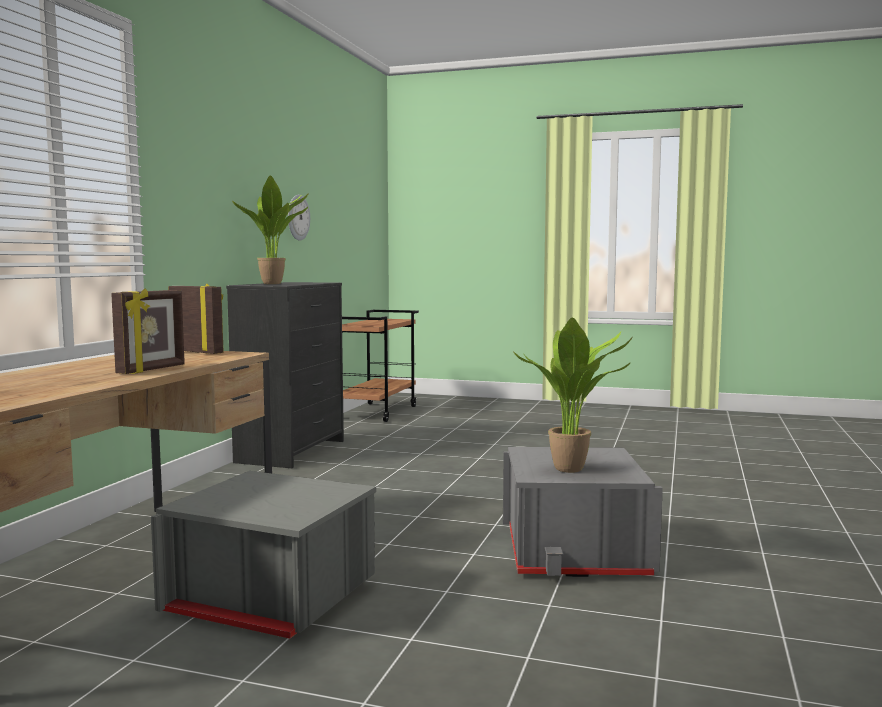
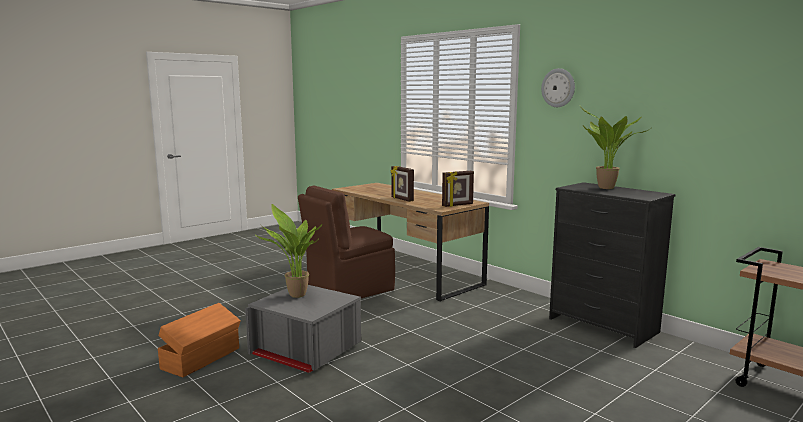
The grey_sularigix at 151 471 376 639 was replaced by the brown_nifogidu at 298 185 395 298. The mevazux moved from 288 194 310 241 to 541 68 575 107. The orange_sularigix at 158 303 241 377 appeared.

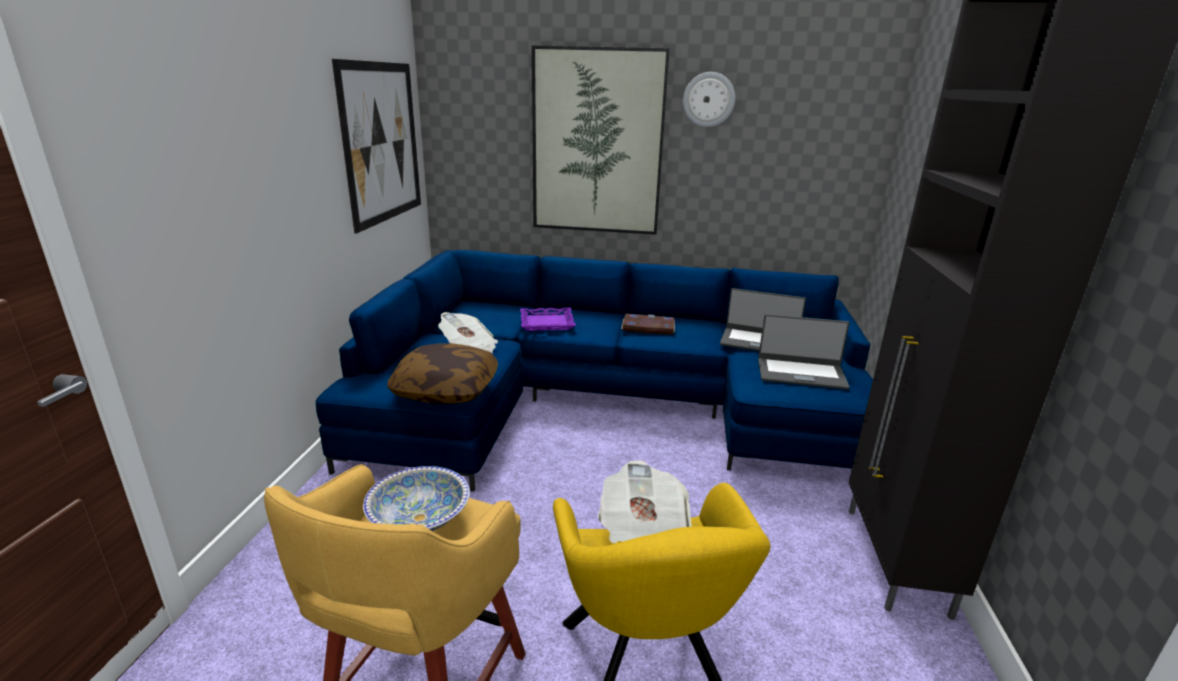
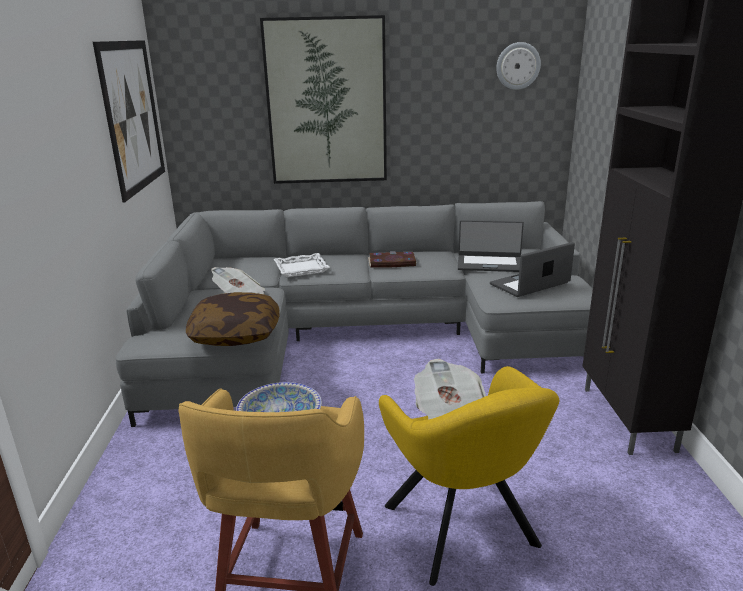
The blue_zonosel at 316 250 873 492 became the grey_zonosel at 116 201 593 427. The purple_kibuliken at 520 307 576 331 became the white_kibuliken at 274 253 330 277. The mevazux moved from 683 72 735 127 to 496 42 541 90. The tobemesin at 758 314 850 390 turned 150 degrees clockwise.

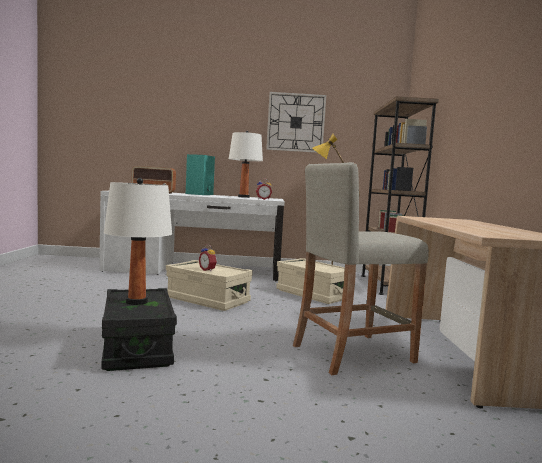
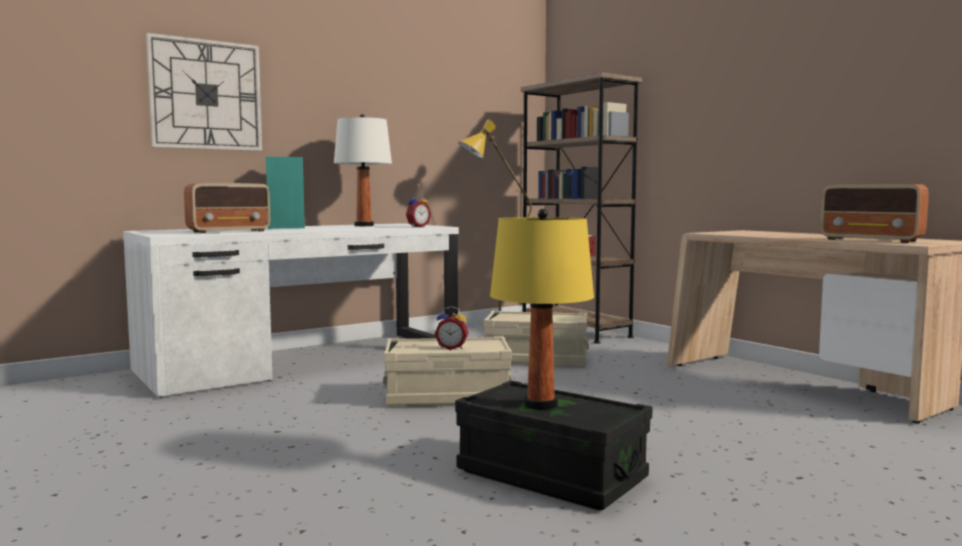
The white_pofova at 104 178 172 305 became the yellow_pofova at 490 209 594 410. The mevazux moved from 266 92 326 153 to 146 33 262 151. The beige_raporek at 293 162 429 375 disappeared. The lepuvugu at 820 183 929 243 appeared.

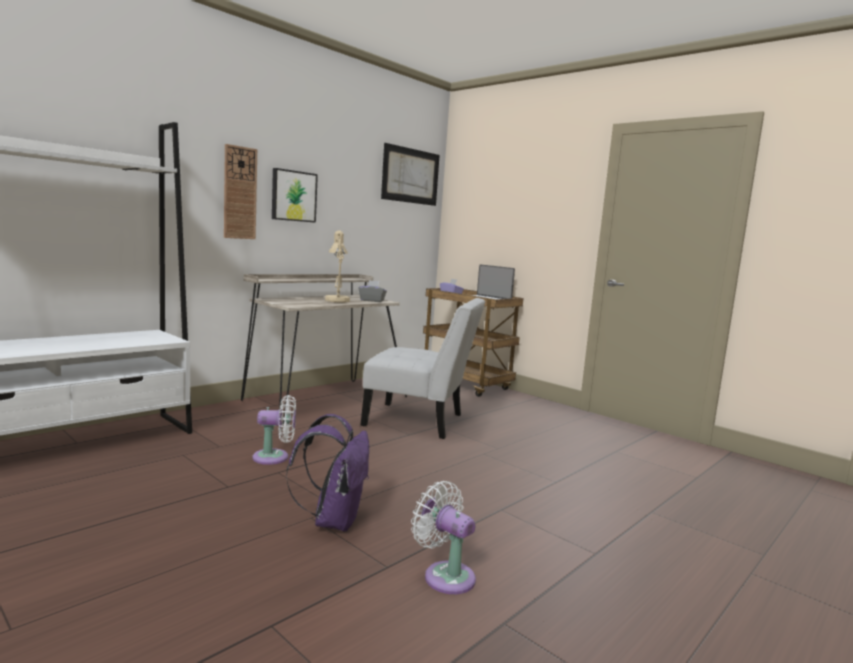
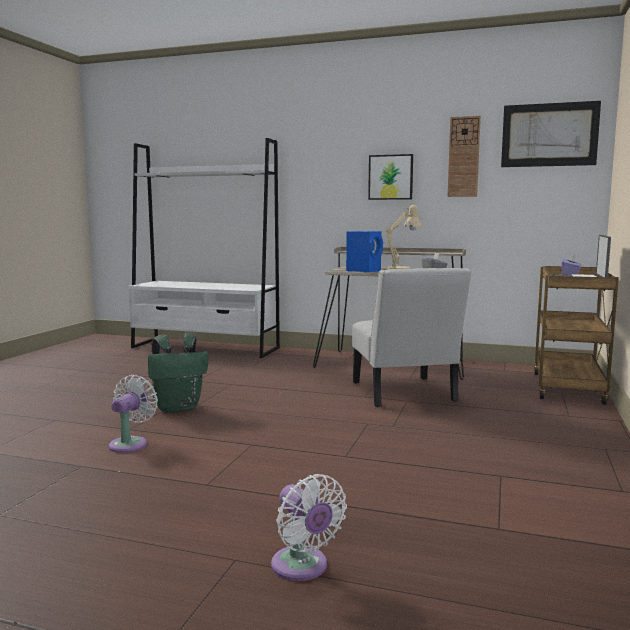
The mevazux moved from 224 144 257 239 to 447 116 481 197. The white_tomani moved from 252 395 296 465 to 271 474 347 581. The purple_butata at 286 414 369 531 became the green_butata at 148 333 209 413. The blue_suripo at 346 231 383 272 appeared.

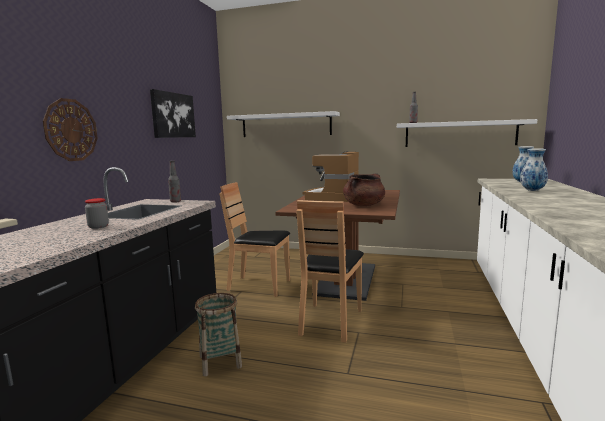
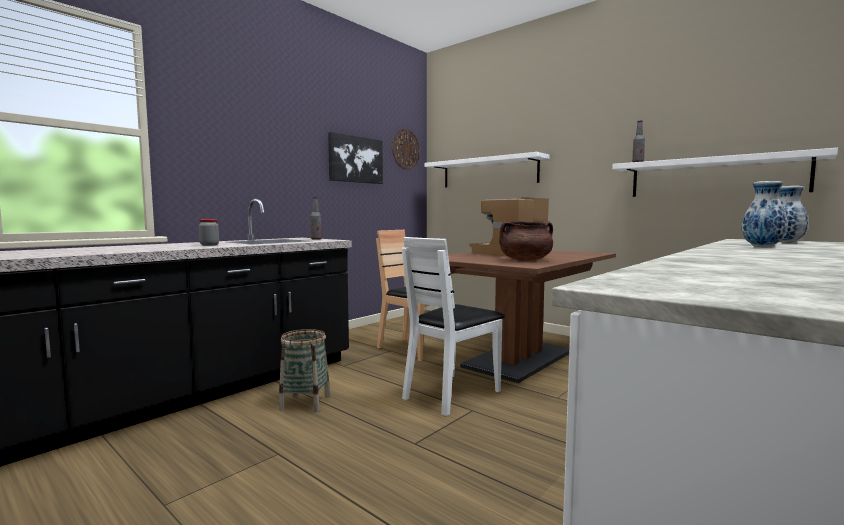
The mevazux moved from 43 98 98 161 to 392 129 420 170. The brown_nifogidu at 296 200 364 343 became the white_nifogidu at 402 237 505 416.

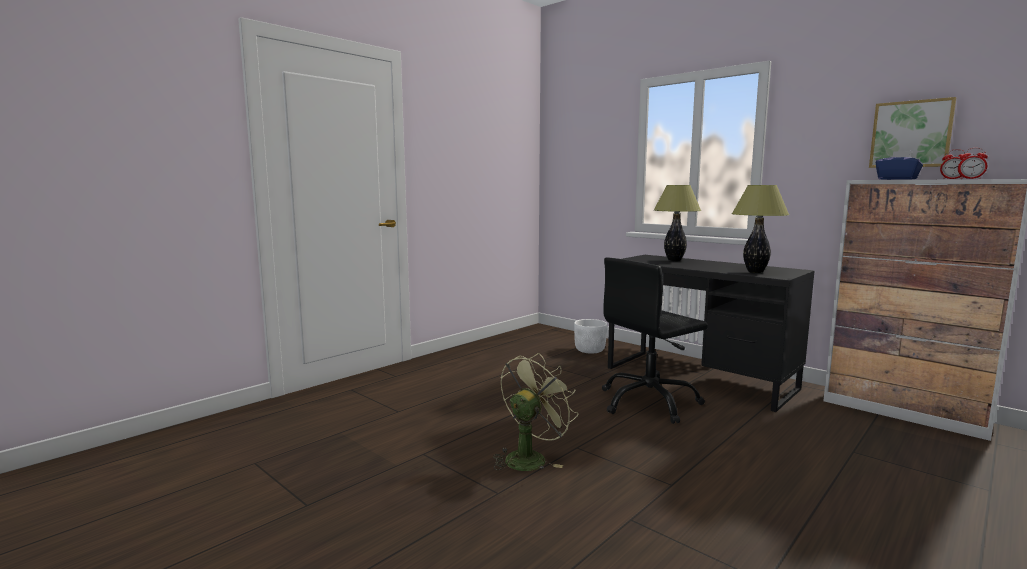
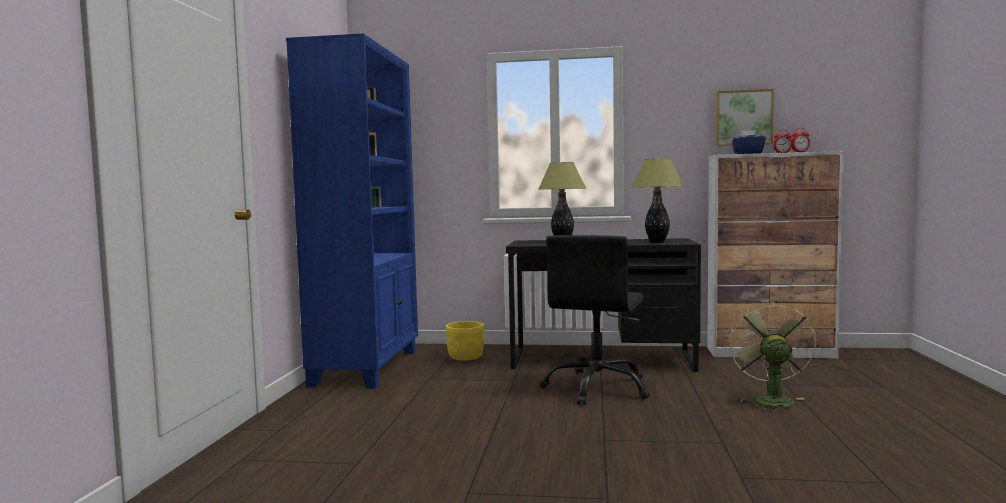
The green_tomani moved from 493 353 578 471 to 730 301 816 412. The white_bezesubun at 574 319 607 354 became the yellow_bezesubun at 446 321 484 361. The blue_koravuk at 286 33 418 388 appeared.

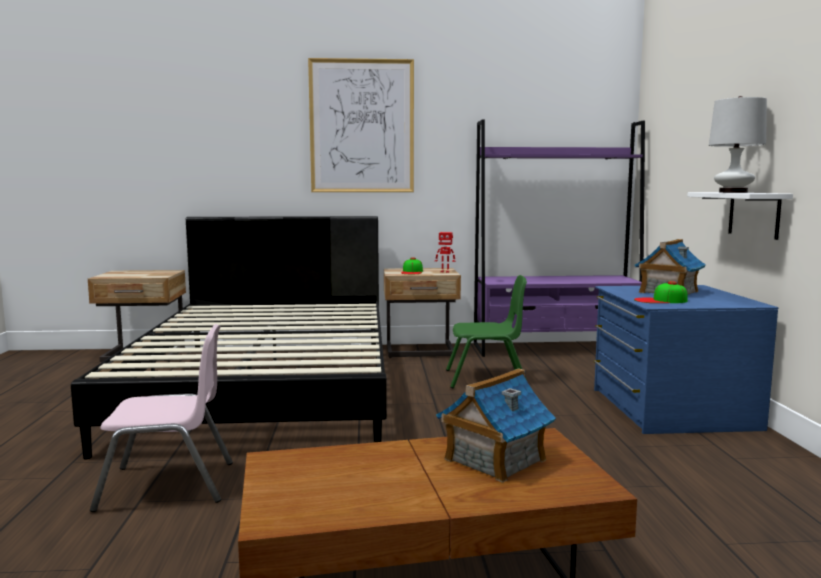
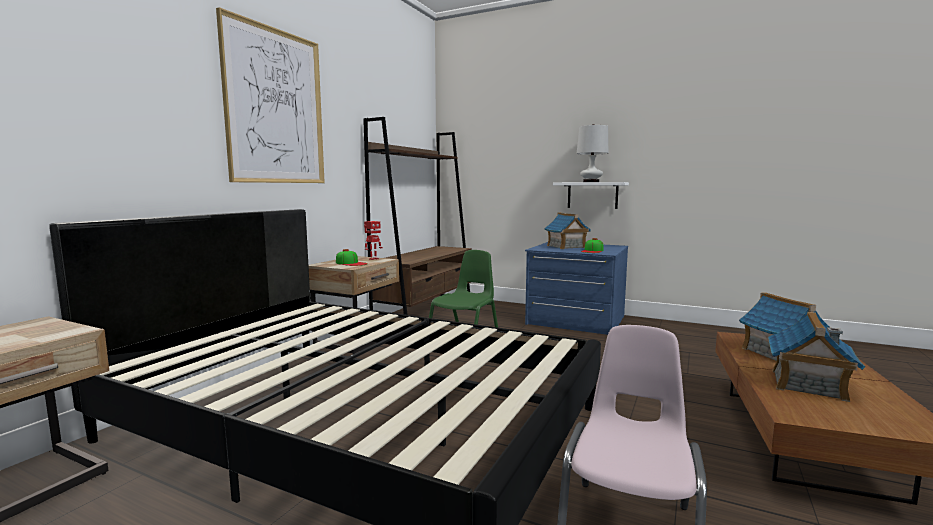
The purple_koravuk at 474 120 645 357 became the brown_koravuk at 363 117 472 315. The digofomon at 768 312 865 402 appeared.

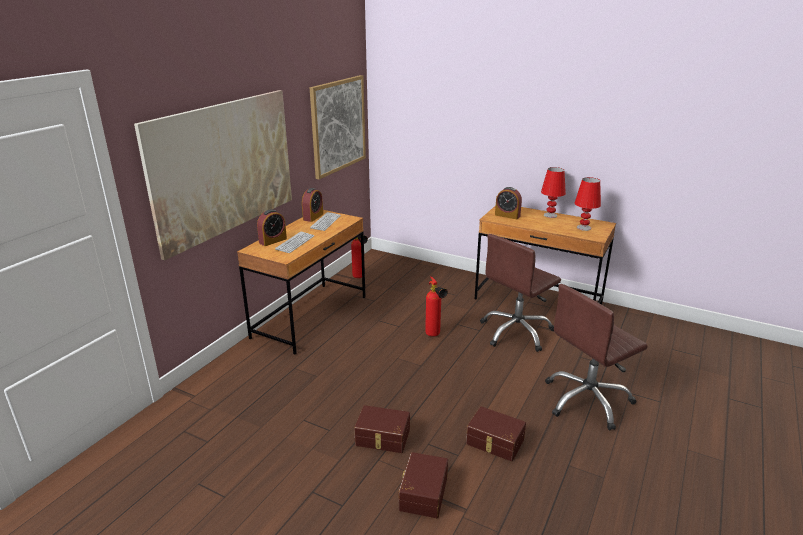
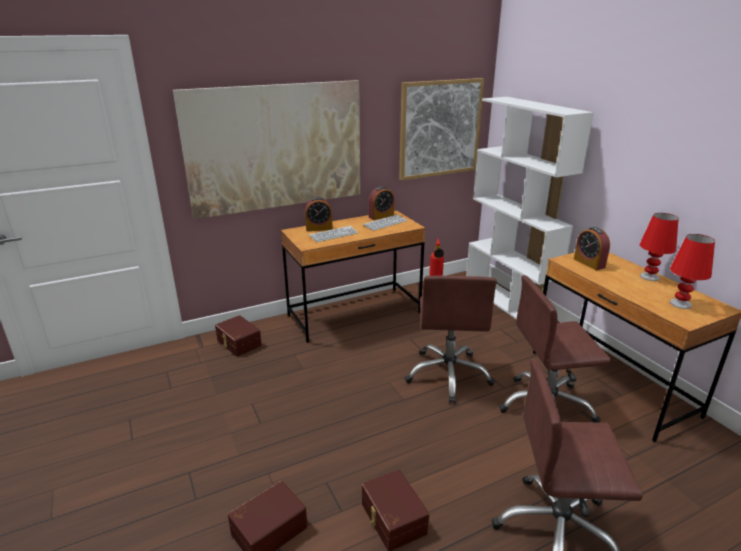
The brown_sularigix moved from 354 405 410 453 to 215 315 262 357. The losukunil at 425 276 447 337 was replaced by the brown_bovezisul at 405 276 497 404. The white_koravuk at 466 97 594 320 appeared.

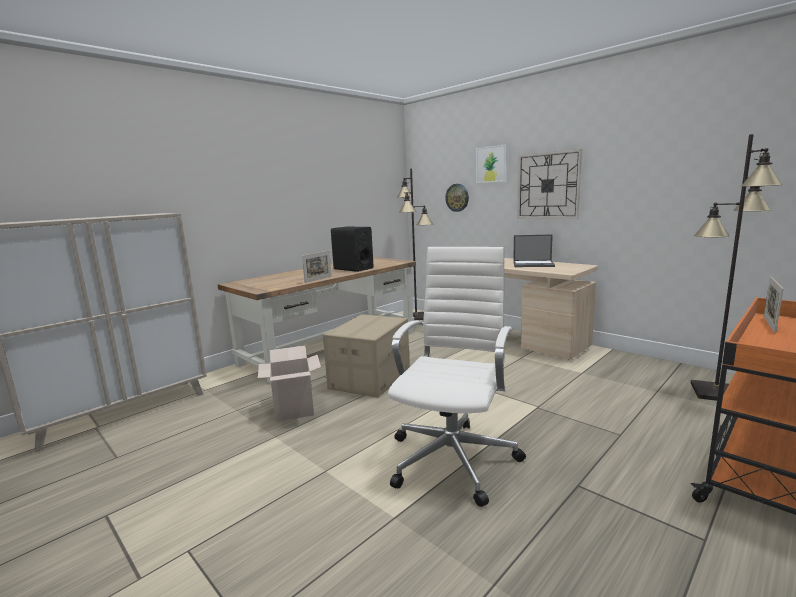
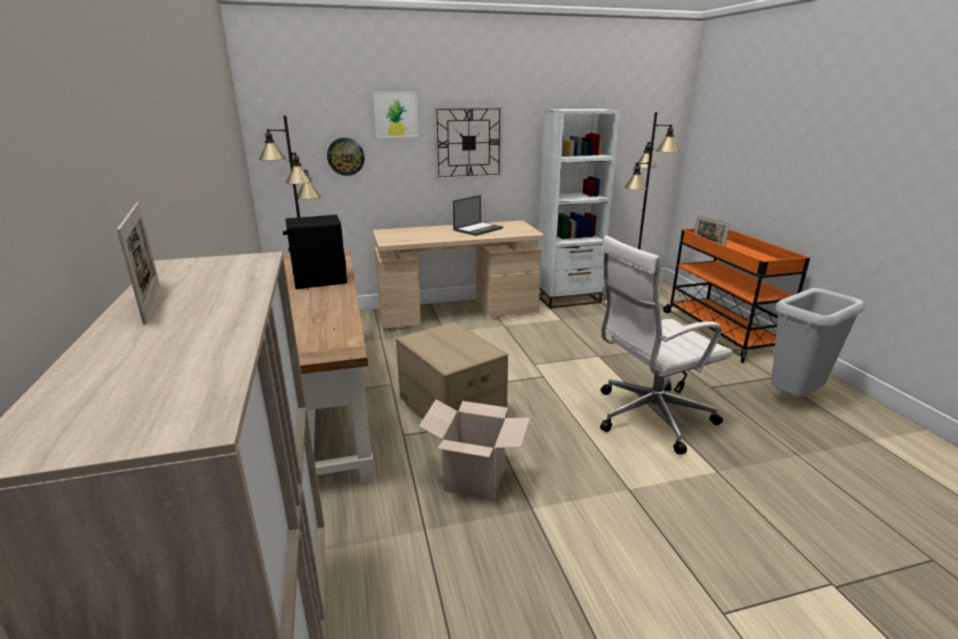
The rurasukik moved from 302 251 332 283 to 117 202 159 325. The white_bovezisul at 388 247 526 507 turned 75 degrees counterclockwise. The white_koravuk at 538 109 620 308 appeared. The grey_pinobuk at 772 288 864 397 appeared.

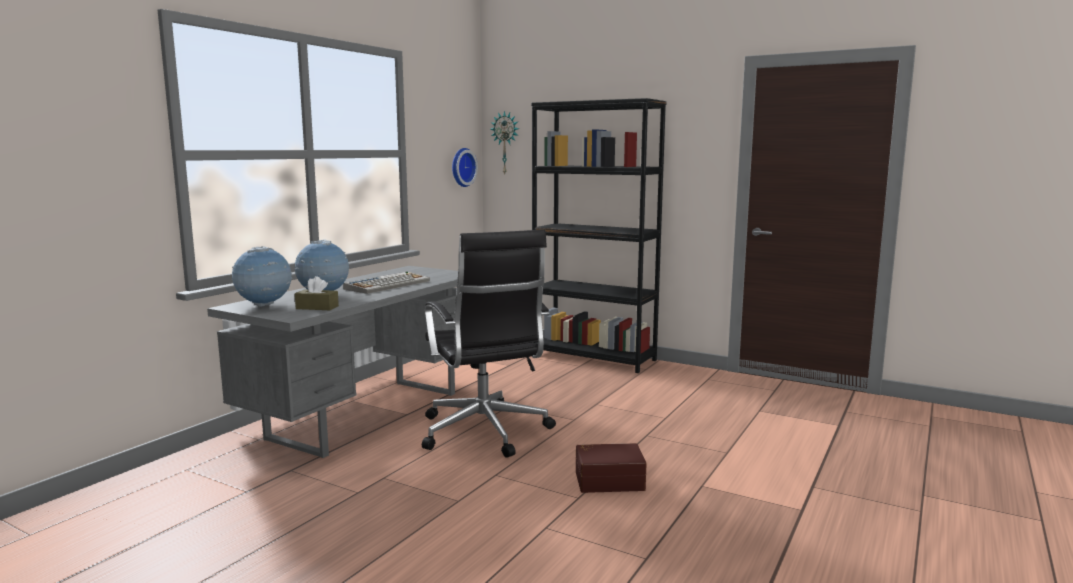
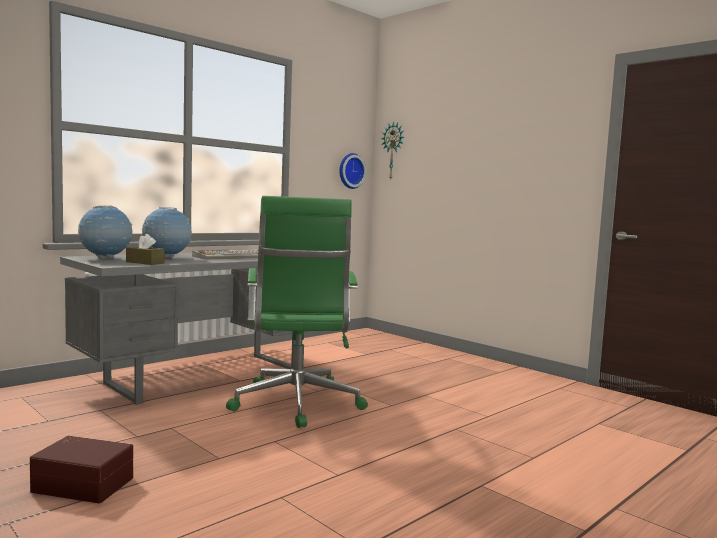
The black_bovezisul at 422 229 556 458 became the green_bovezisul at 226 196 368 428. The black_koravuk at 531 98 667 373 disappeared. The brown_sularigix moved from 576 443 646 493 to 30 436 133 503.

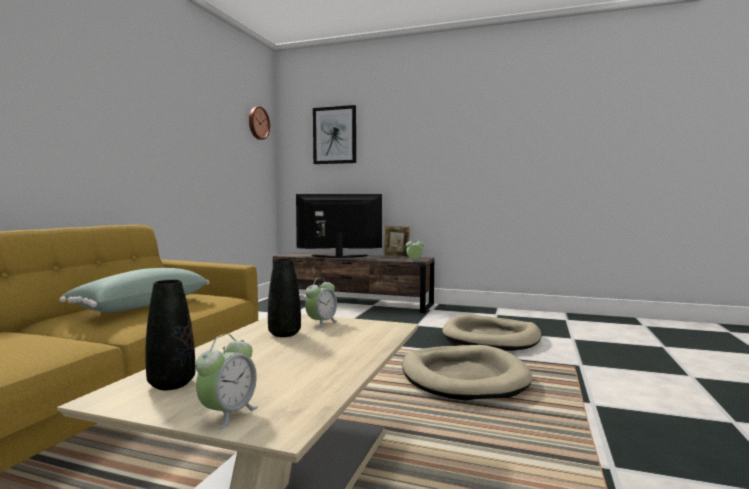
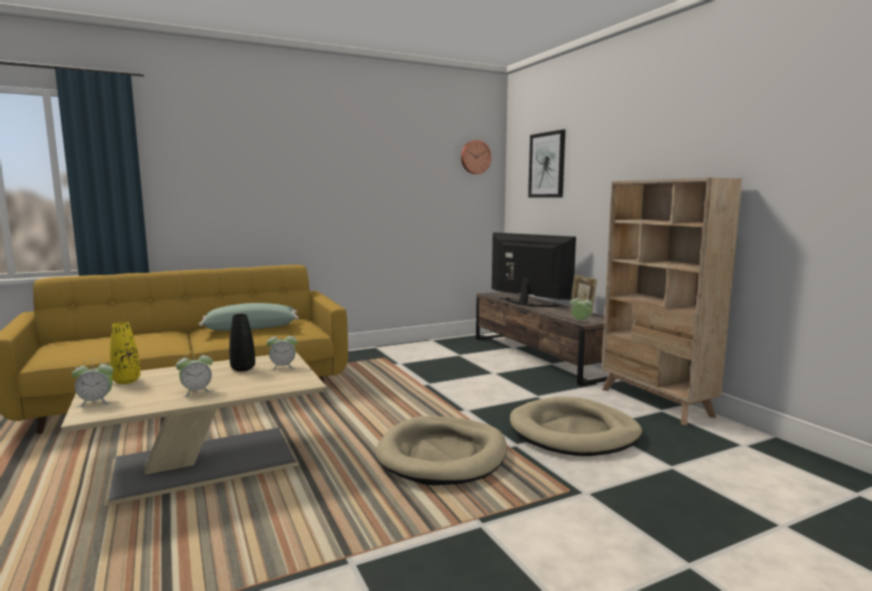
The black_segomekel at 145 280 195 390 became the yellow_segomekel at 110 322 141 384. The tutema at 176 351 213 397 appeared. The beige_koravuk at 602 178 742 425 appeared.

